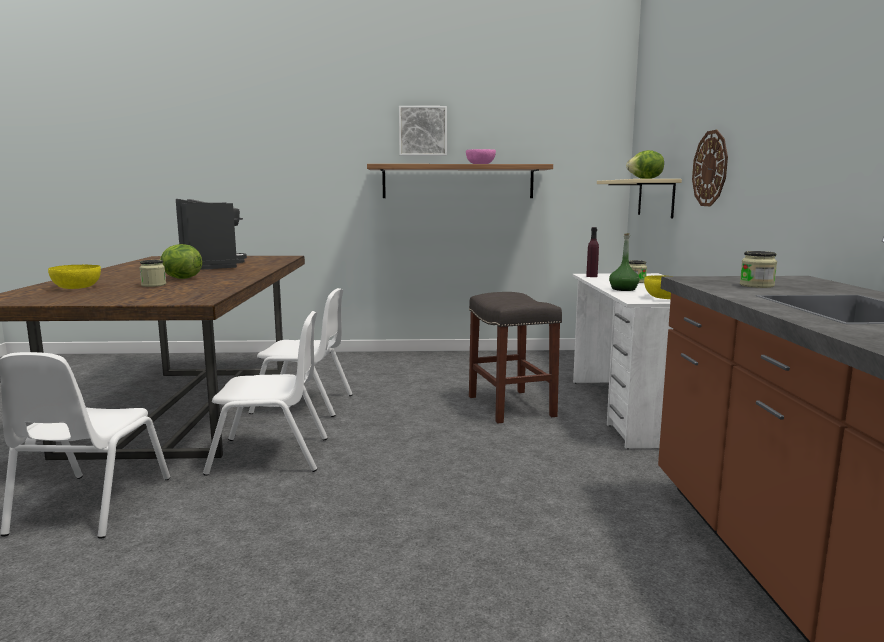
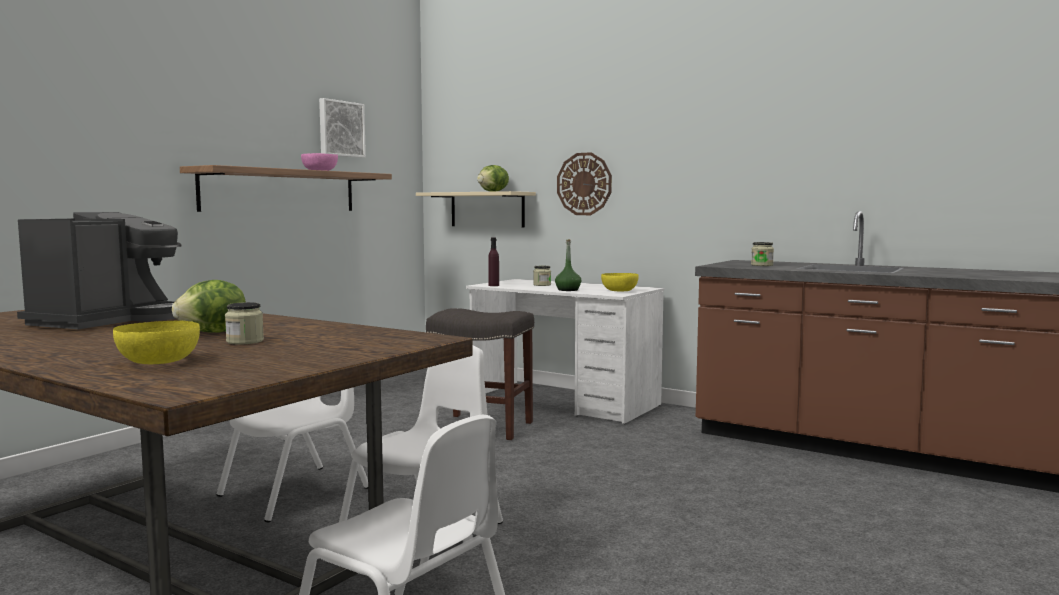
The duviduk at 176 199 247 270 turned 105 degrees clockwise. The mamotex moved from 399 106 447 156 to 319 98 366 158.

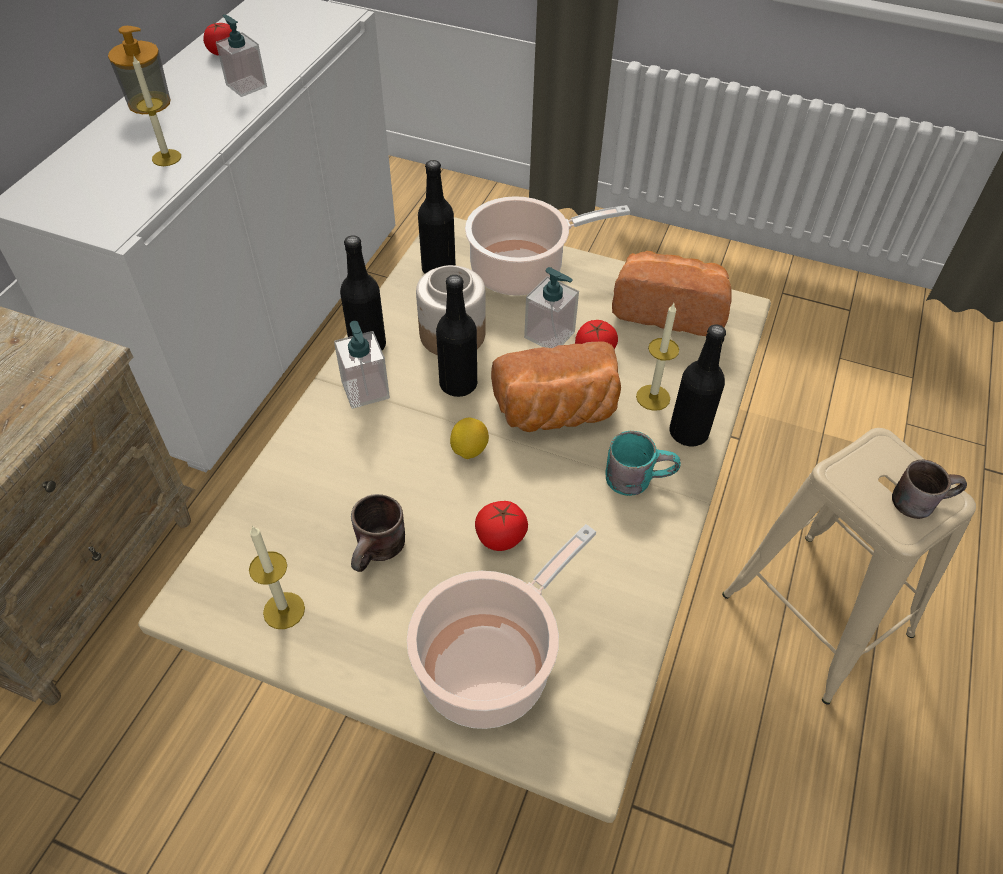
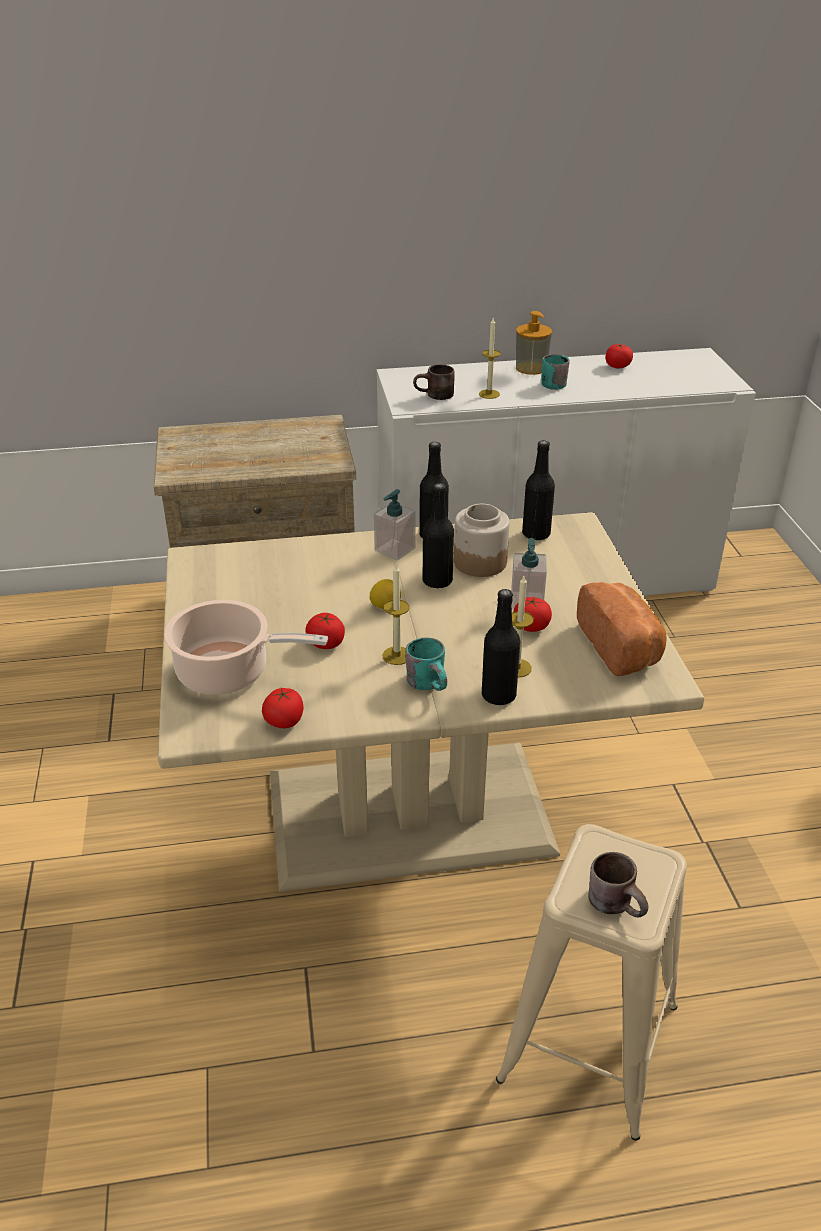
The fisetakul at 216 15 267 97 disappeared. The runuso moved from 249 525 305 629 to 382 564 410 665. The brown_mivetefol moved from 351 494 405 572 to 413 364 455 400. The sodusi at 465 196 630 296 disappeared. The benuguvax at 491 341 621 432 disappeared. The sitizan at 262 688 303 728 appeared. The turquoise_mivetefol at 541 354 570 390 appeared.

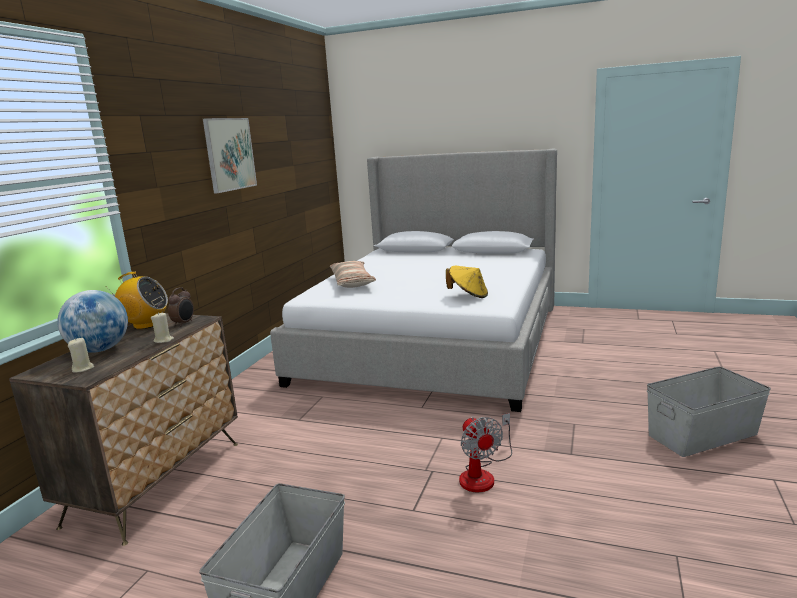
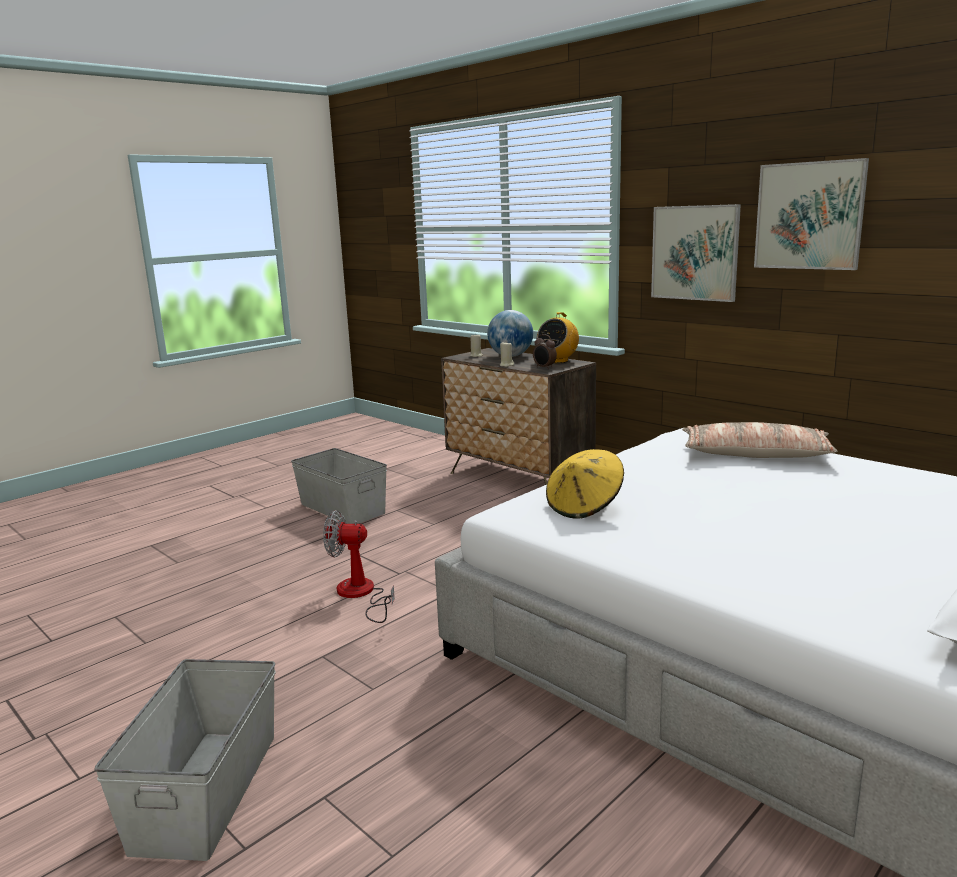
The mamotex at 651 204 741 302 appeared.

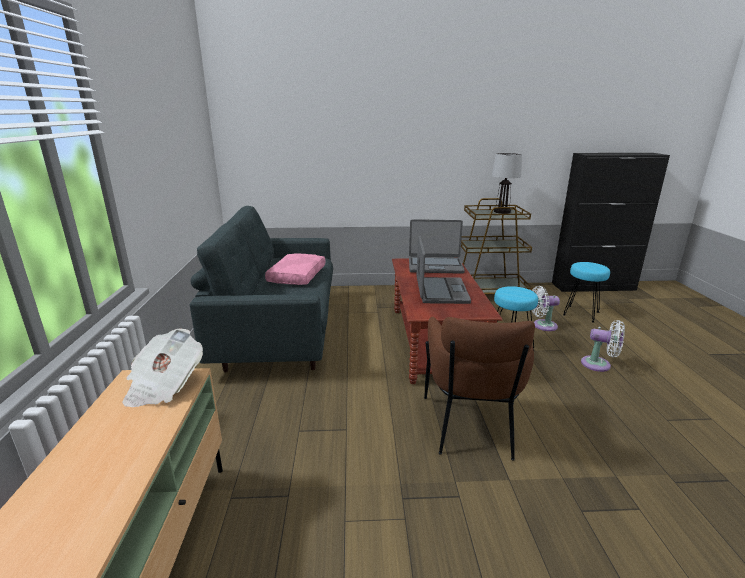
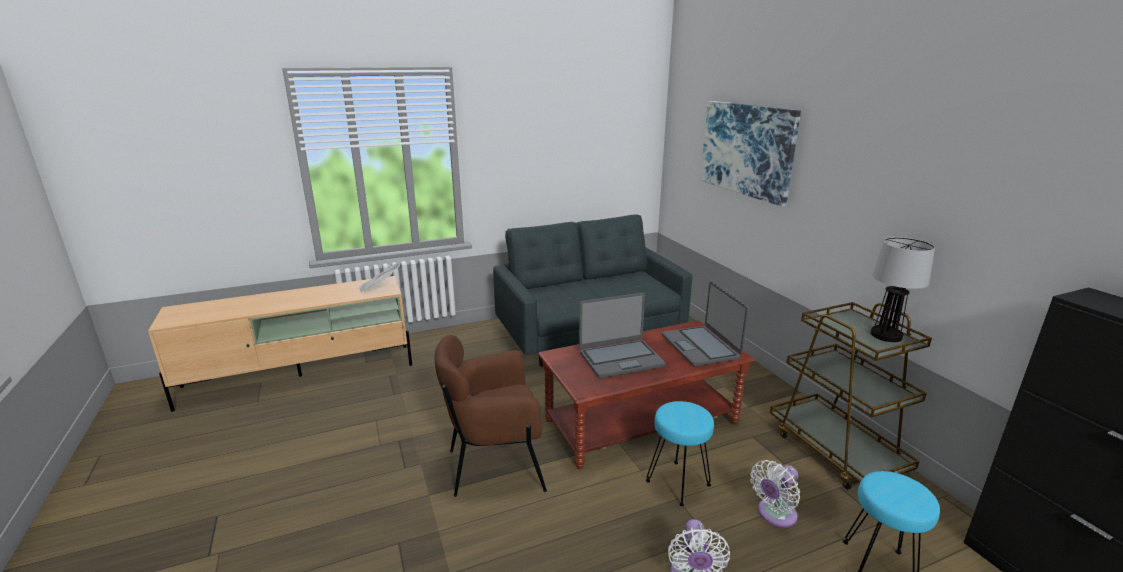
The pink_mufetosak at 265 253 325 285 disappeared. The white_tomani at 532 286 560 331 turned 105 degrees counterclockwise. The mamotex at 700 101 801 206 appeared.

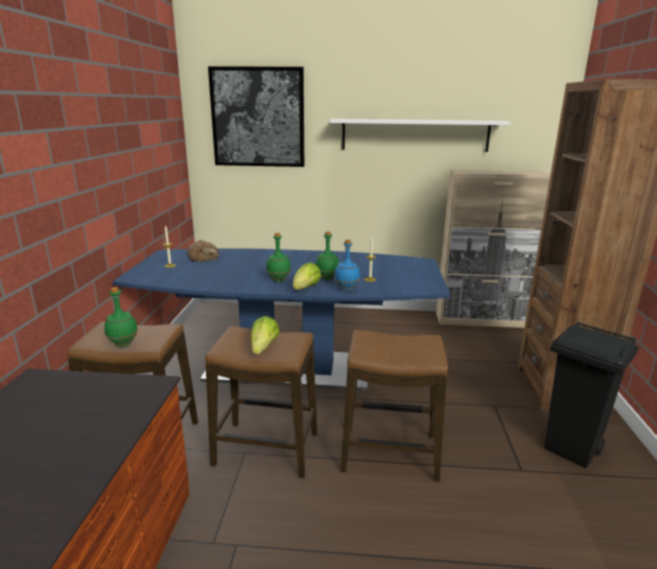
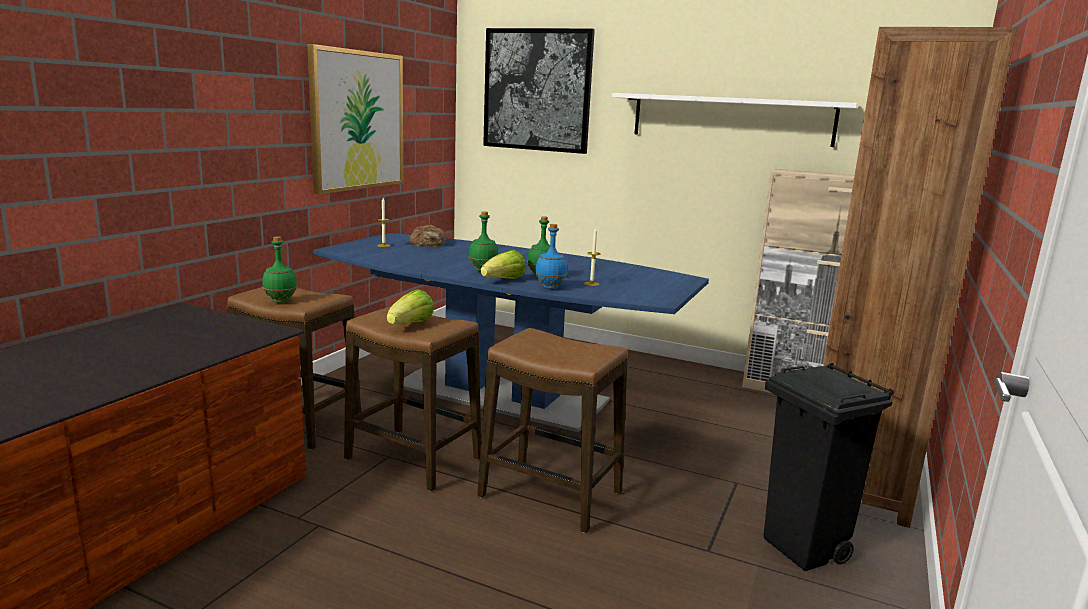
The mamotex at 307 44 403 194 appeared.

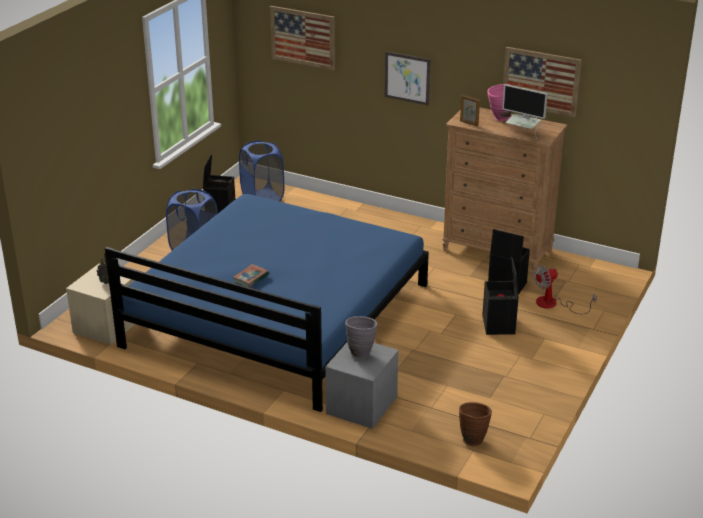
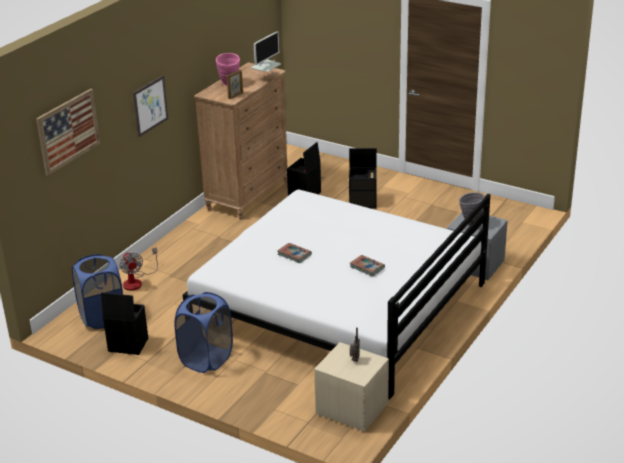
The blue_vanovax at 105 194 429 412 became the white_vanovax at 183 190 491 400. The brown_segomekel at 459 402 492 446 disappeared. The mamotex at 503 47 582 117 disappeared. The tomani moved from 533 265 597 314 to 120 247 158 291. The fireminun at 278 243 312 263 appeared.

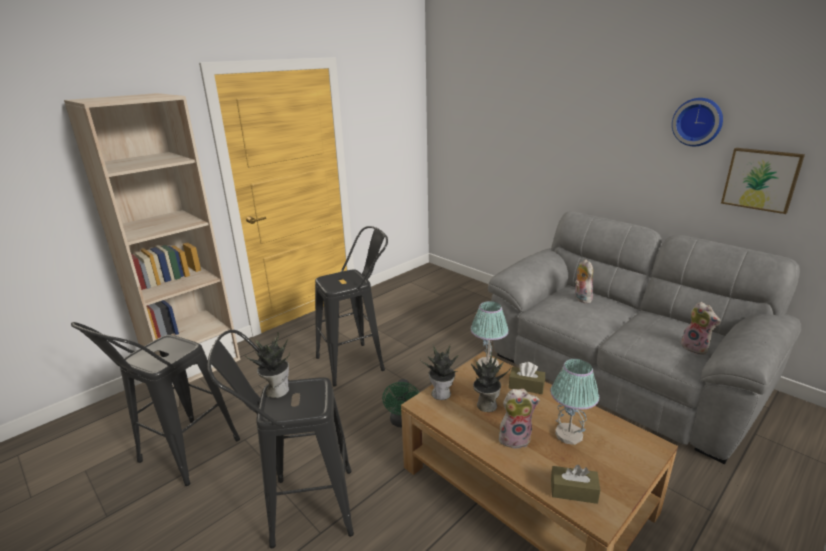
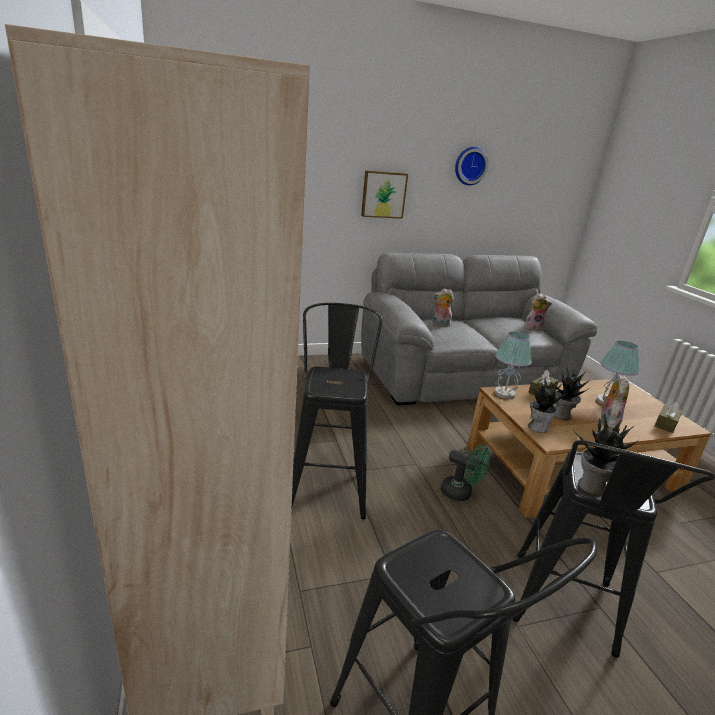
The mamotex moved from 721 148 805 214 to 361 171 408 219.

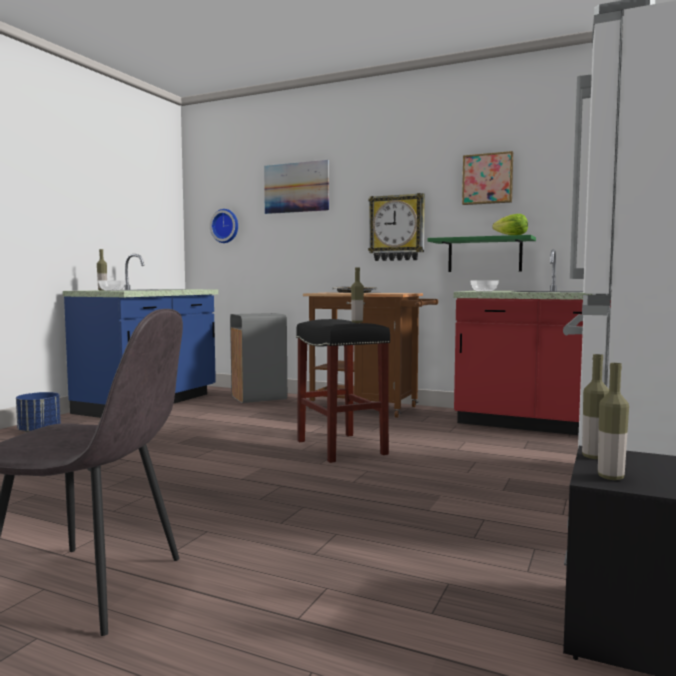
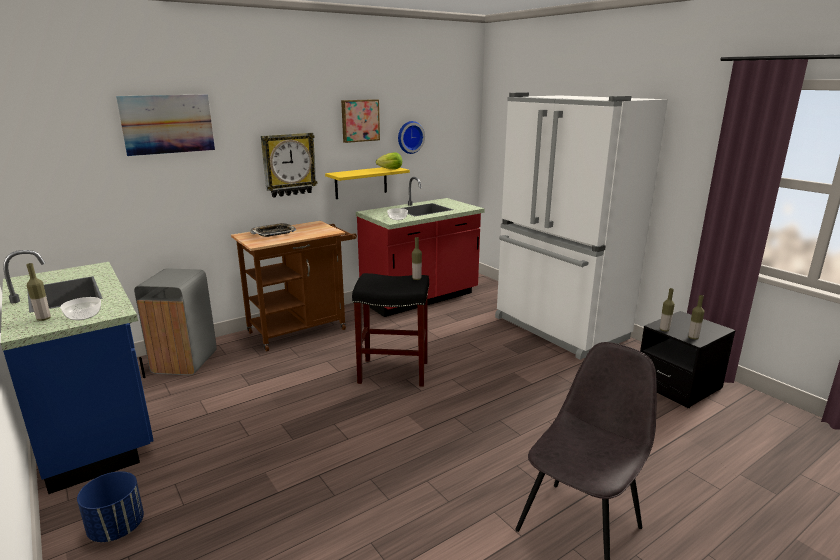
The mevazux moved from 210 209 238 243 to 398 121 425 154. The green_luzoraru at 428 235 536 272 became the yellow_luzoraru at 325 167 410 199.

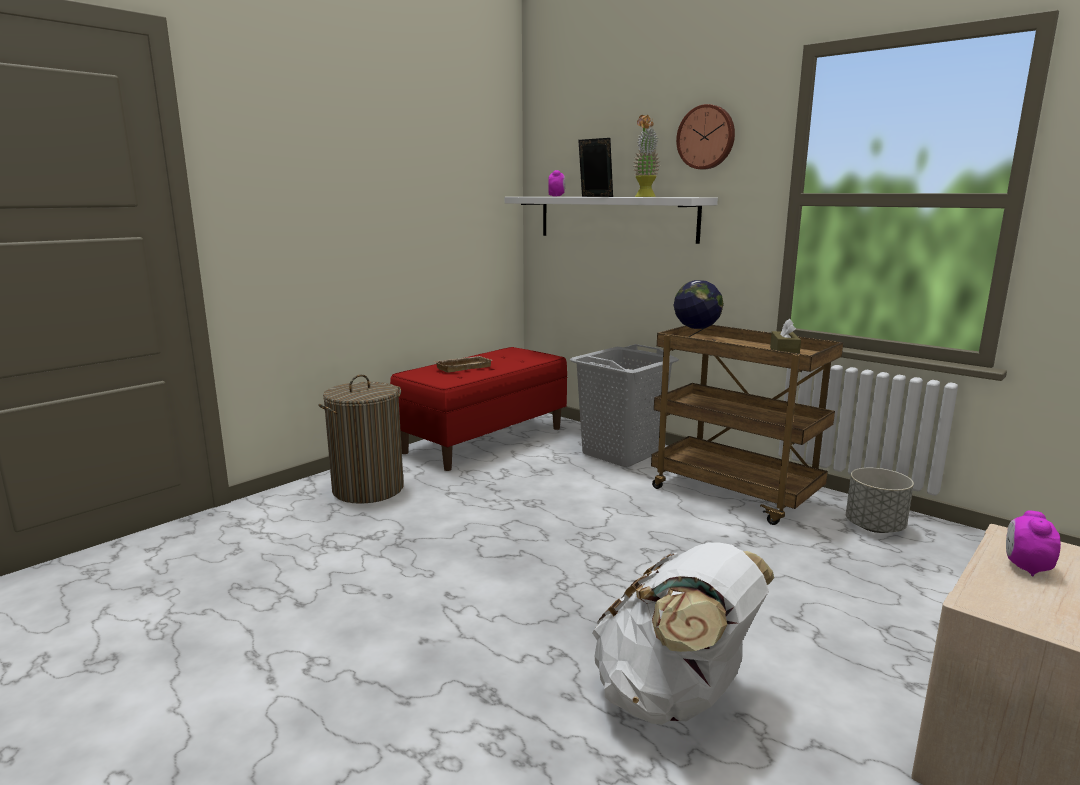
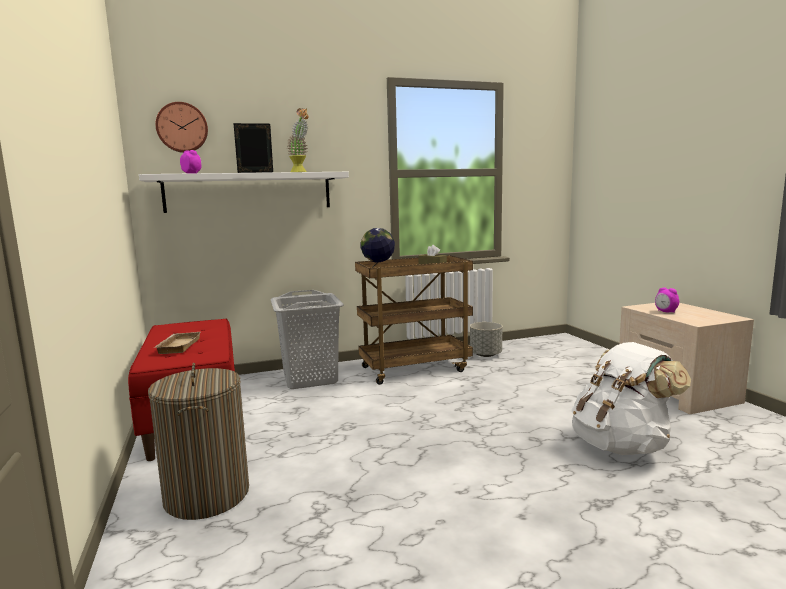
The mevazux moved from 676 104 735 170 to 155 102 208 153.

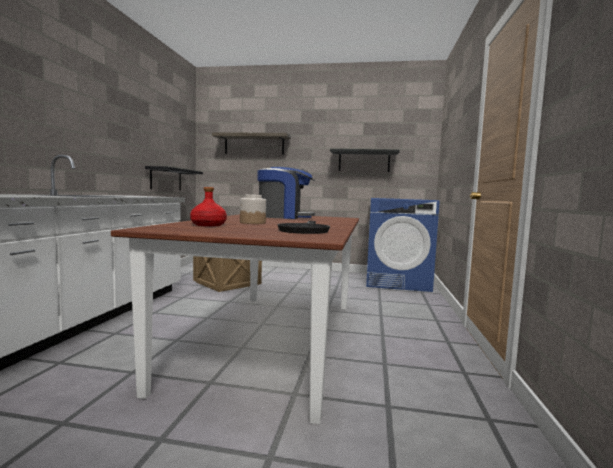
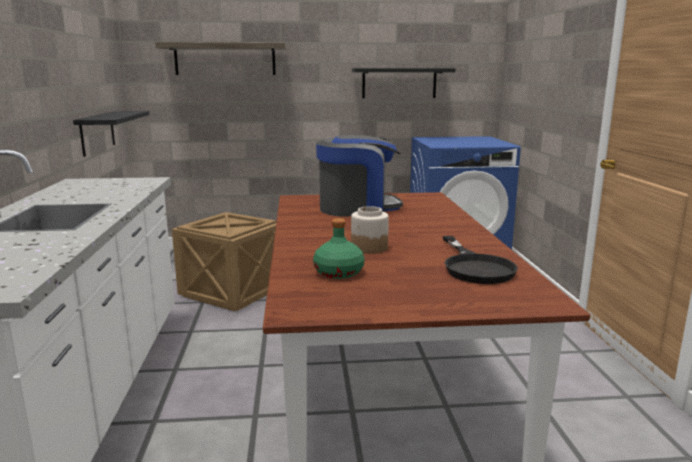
The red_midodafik at 190 187 227 227 became the green_midodafik at 313 218 364 279.

